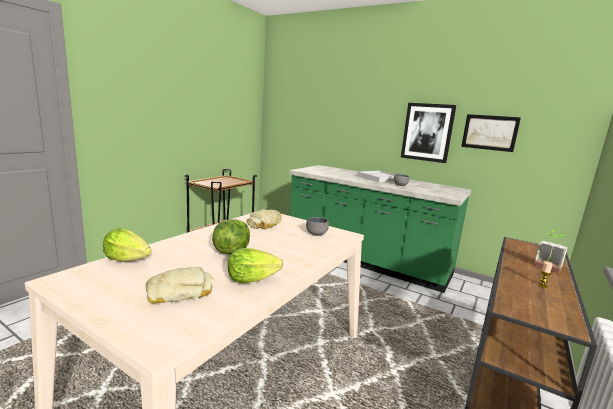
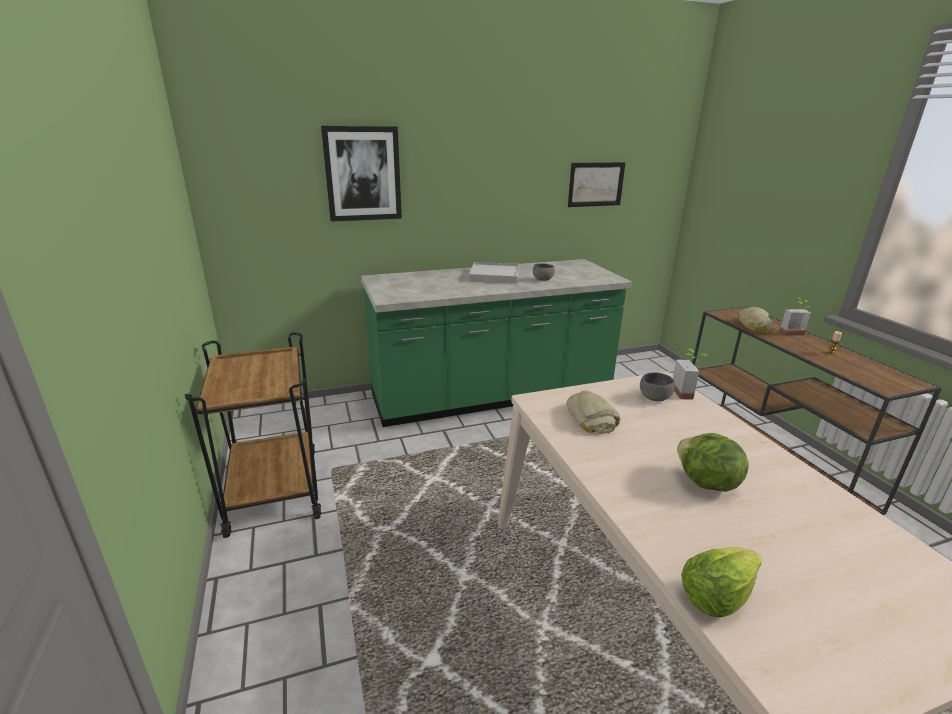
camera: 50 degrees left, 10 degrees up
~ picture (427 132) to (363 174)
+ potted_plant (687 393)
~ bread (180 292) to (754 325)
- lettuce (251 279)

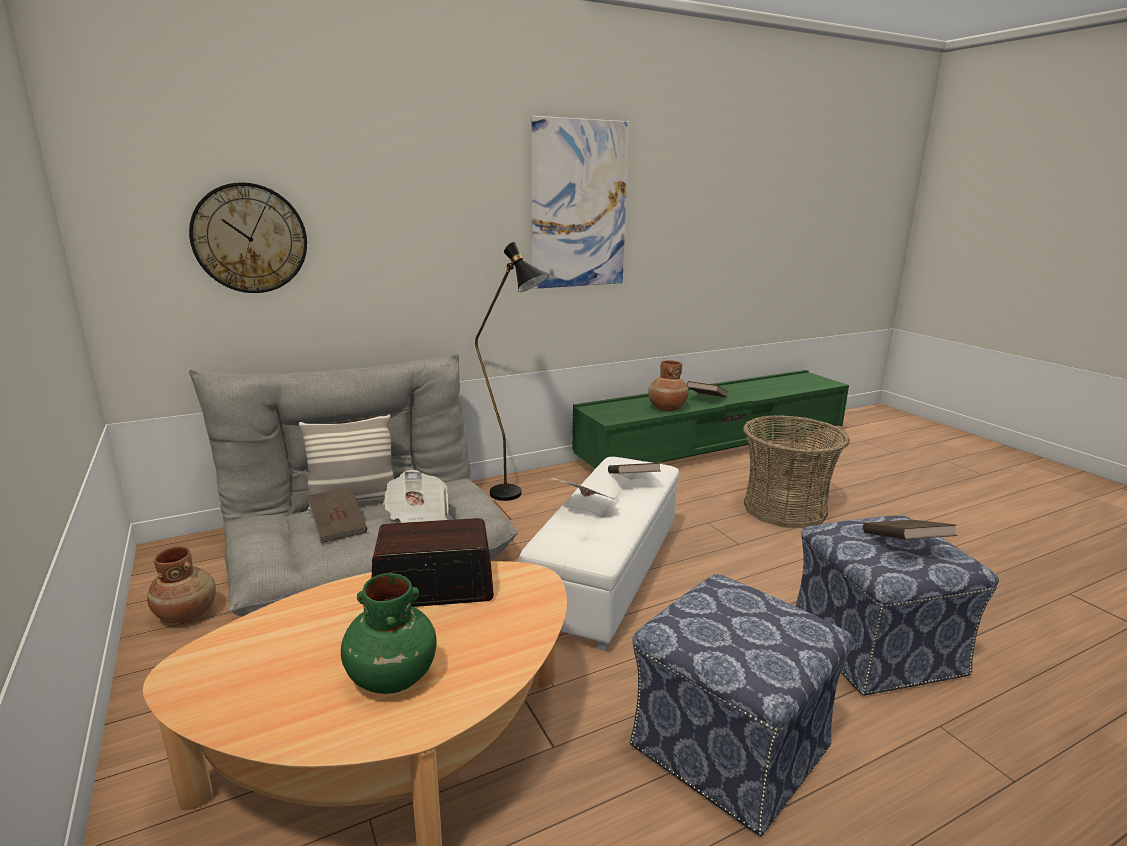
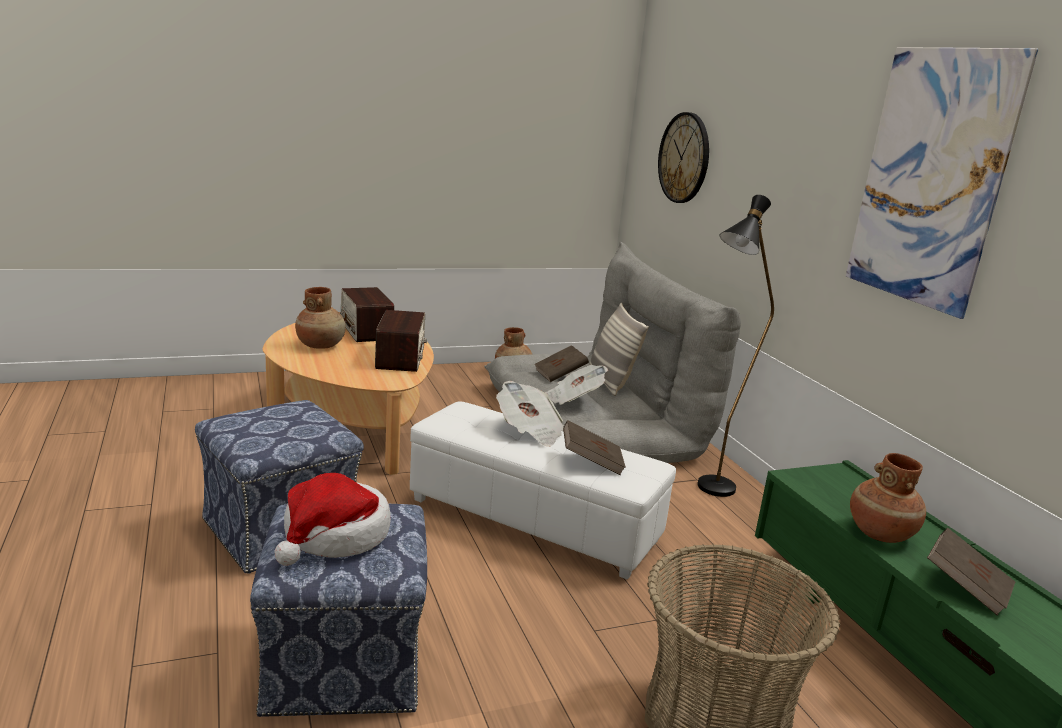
camera: 95 degrees right, 0 degrees up
~ brown_book (904 545) to hat (334 536)
~ green_vase (391 676) to brown_vase (321 345)
+ radio (366 331)

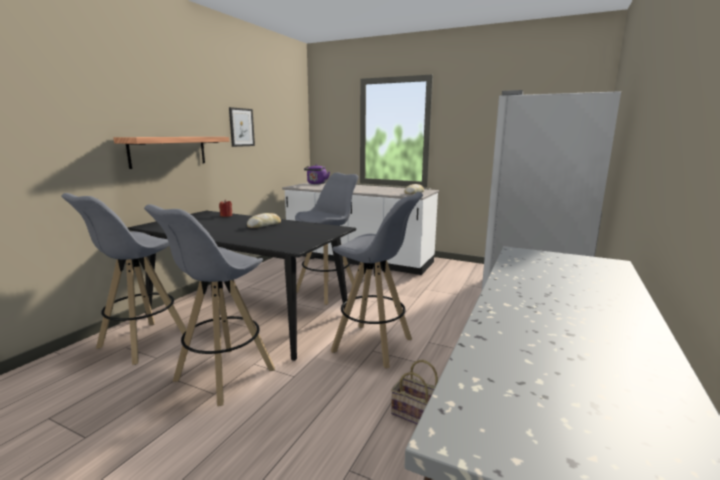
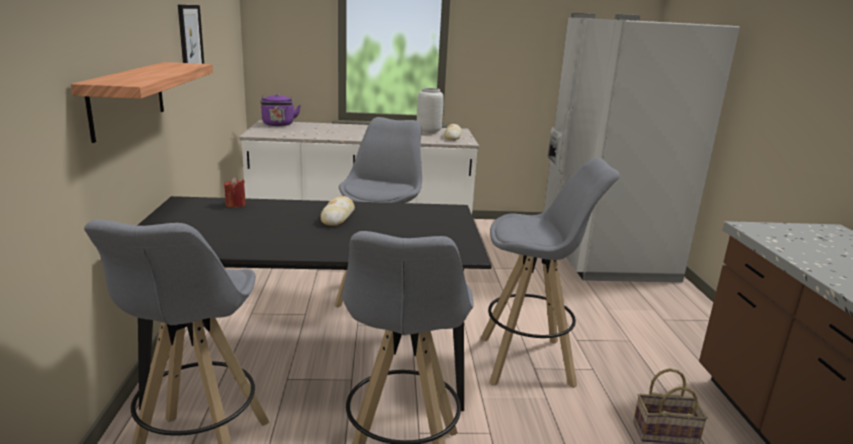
camera: 30 degrees left, 5 degrees up
+ grey_vase (428 132)

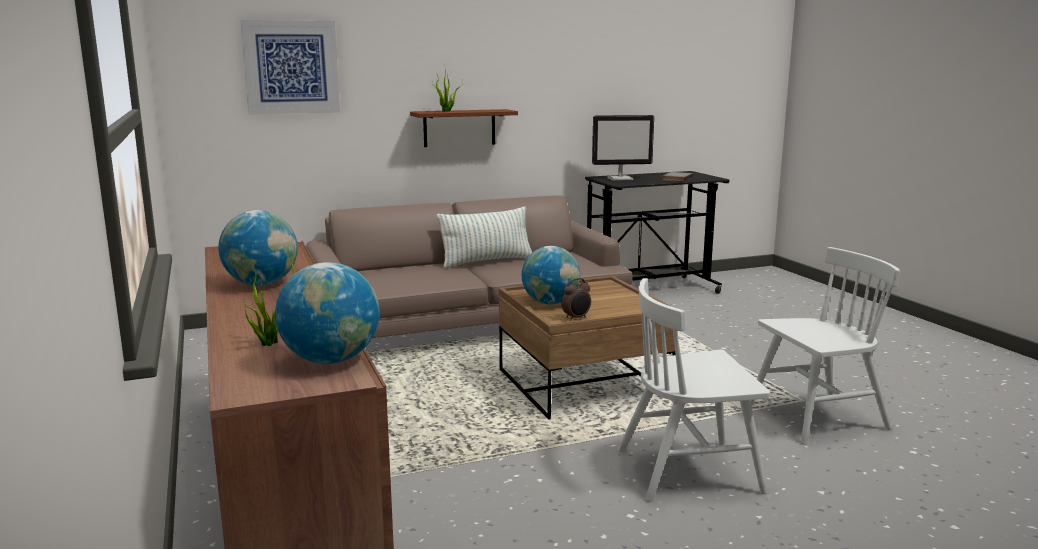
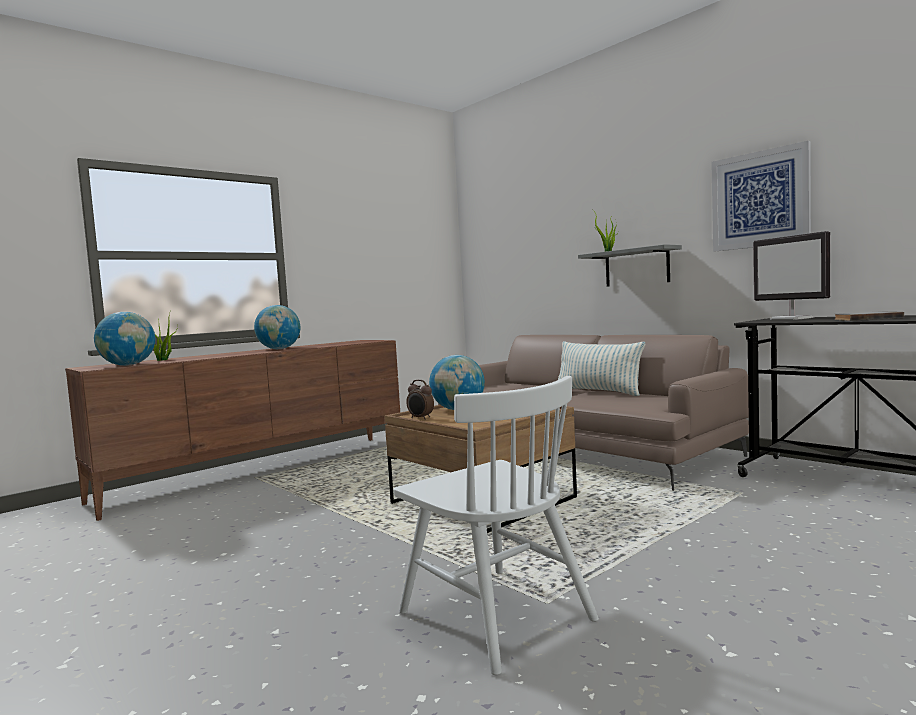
camera: 70 degrees right, 10 degrees down
~ brown_shelf (459 128) to grey_shelf (636 267)
~ picture (291 67) to (759 199)
- white_chair (689 470)

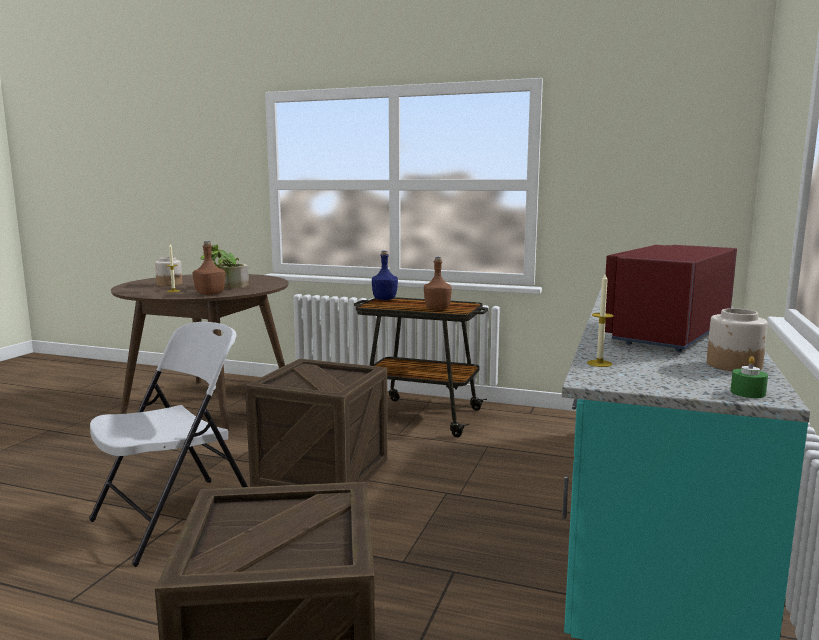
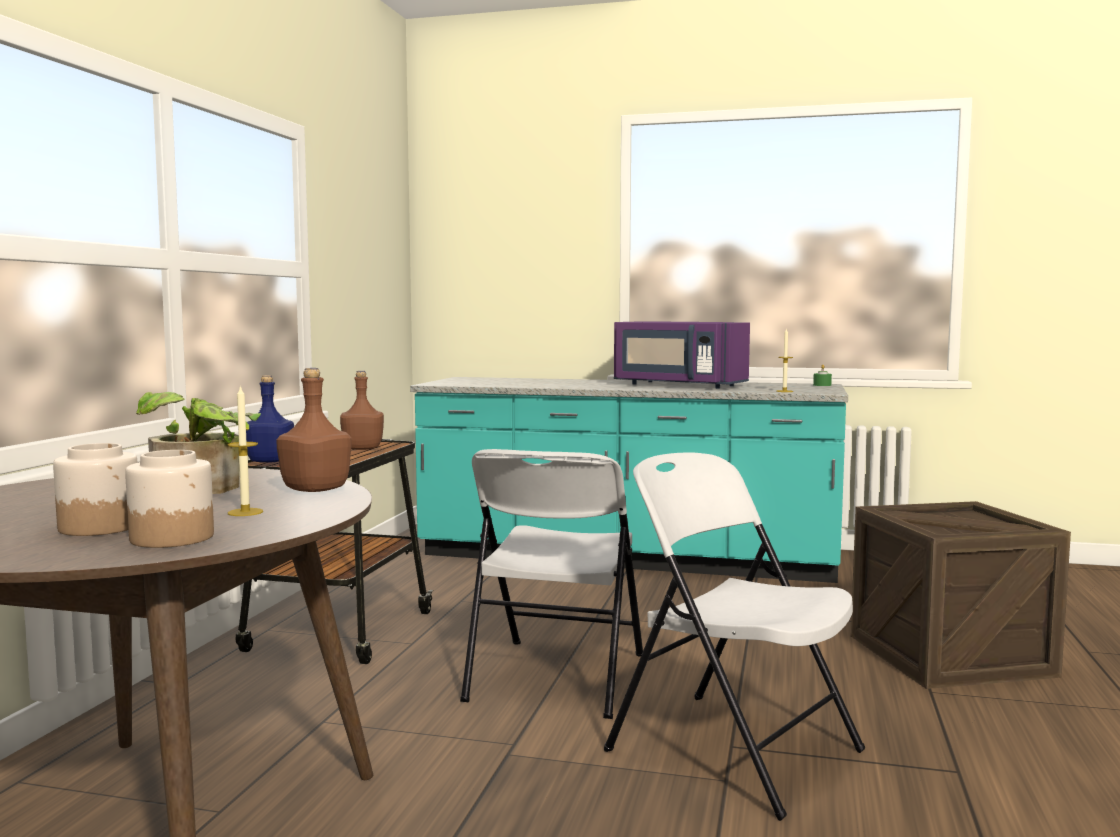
camera: 95 degrees left, 5 degrees down
~ jar (734 365) to (172 538)
~ crate (322 472) to white_chair (556 677)
~ red_microwave (666 334) to purple_microwave (678 385)

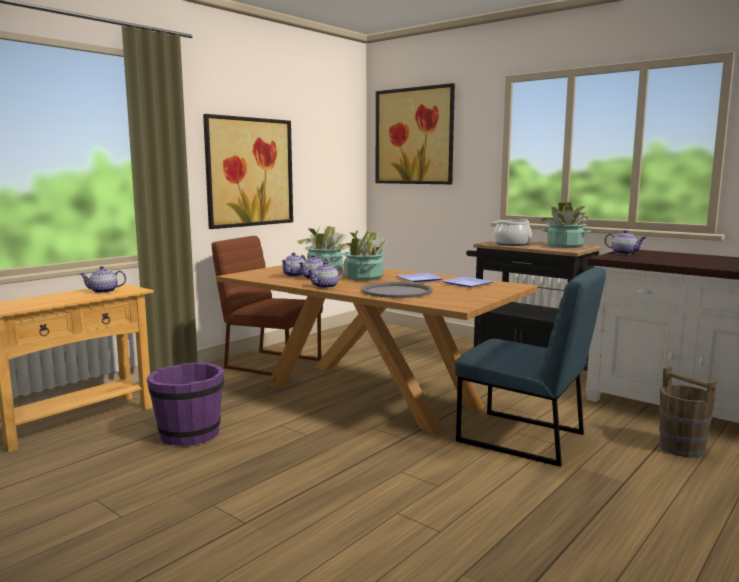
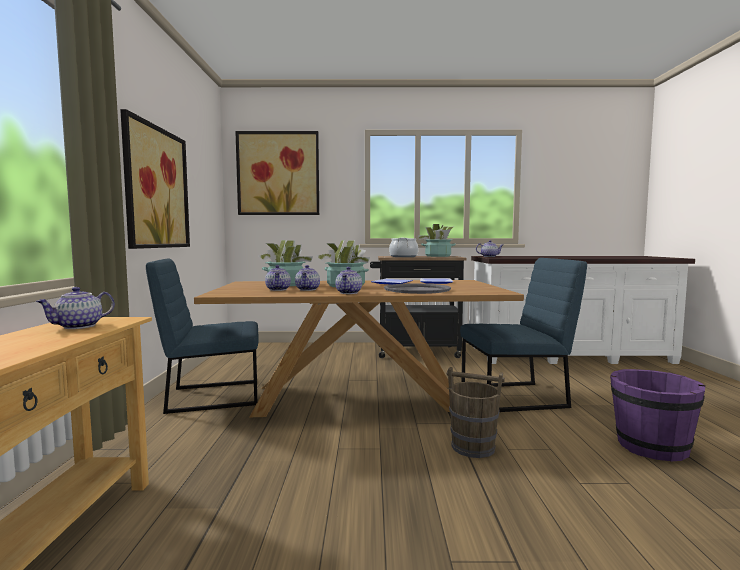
camera: 40 degrees left, 5 degrees down
~ brown_chair (271 363) to blue_chair (211 396)
~ brown_bucket (681 448) to (472 447)
~ purple_bucket (189 434) to (651 447)

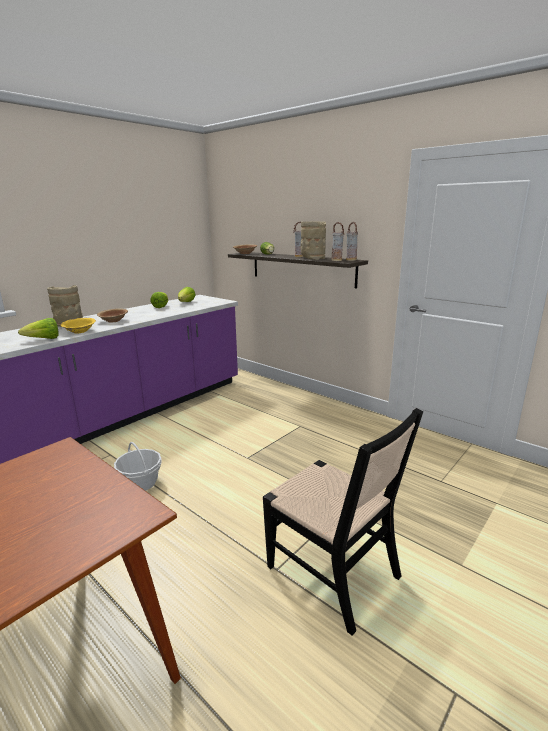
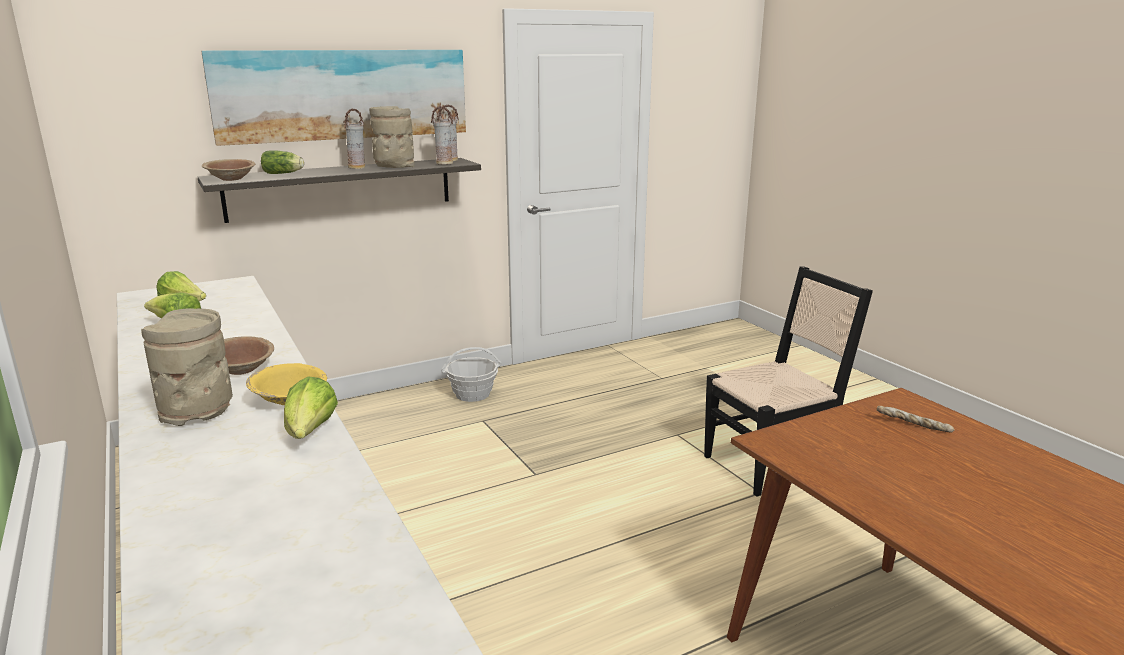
camera: 70 degrees left, 0 degrees up
+ picture (343 94)
~ basket (141 483) to (472 394)
+ bread (913 426)

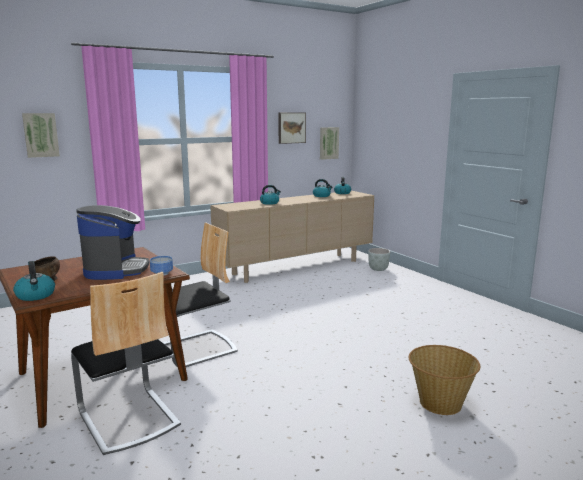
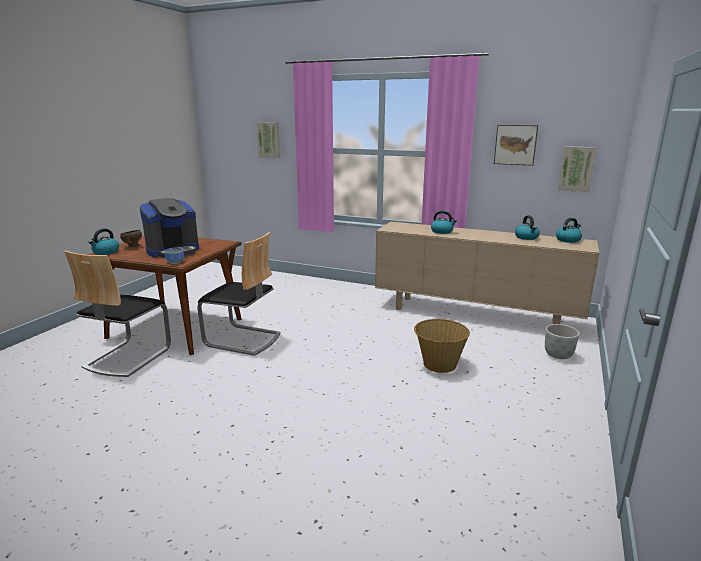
camera: 55 degrees right, 5 degrees up
~ basket (440 403) to (439 364)

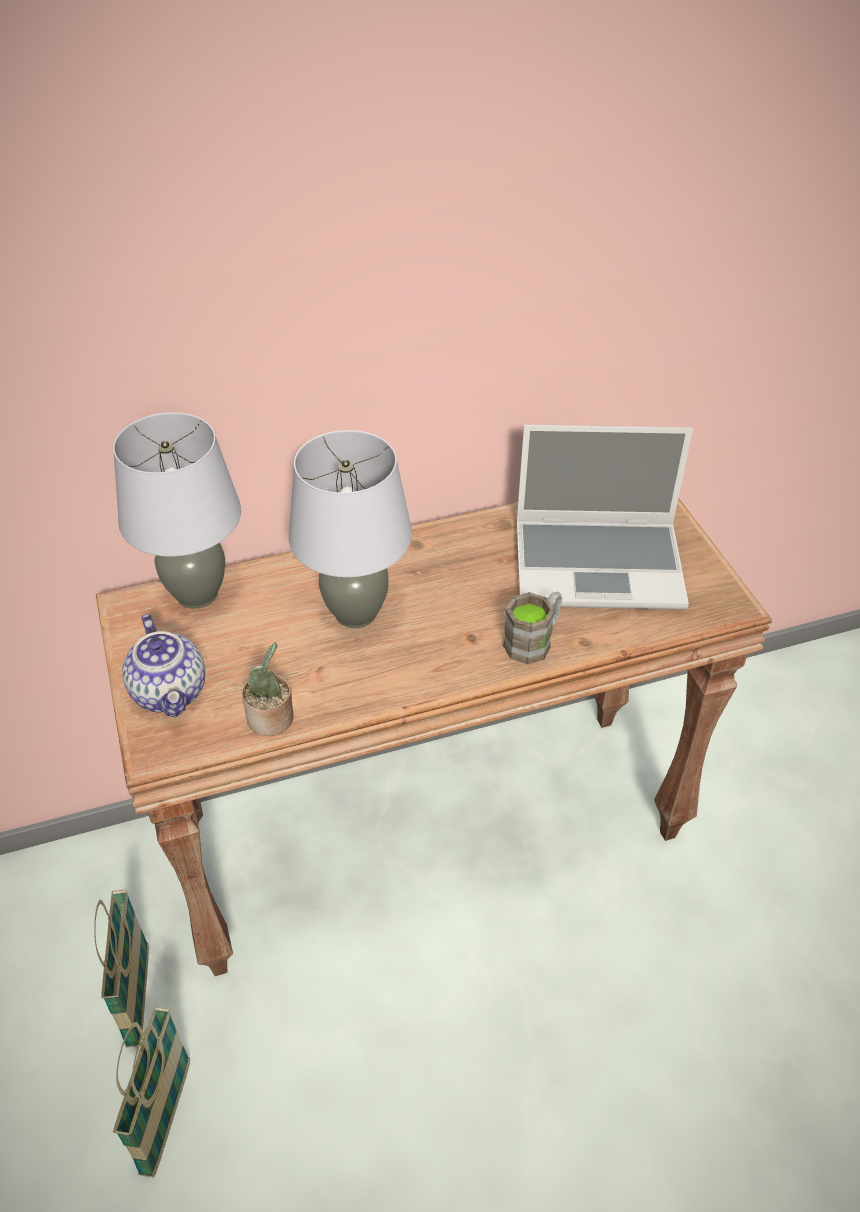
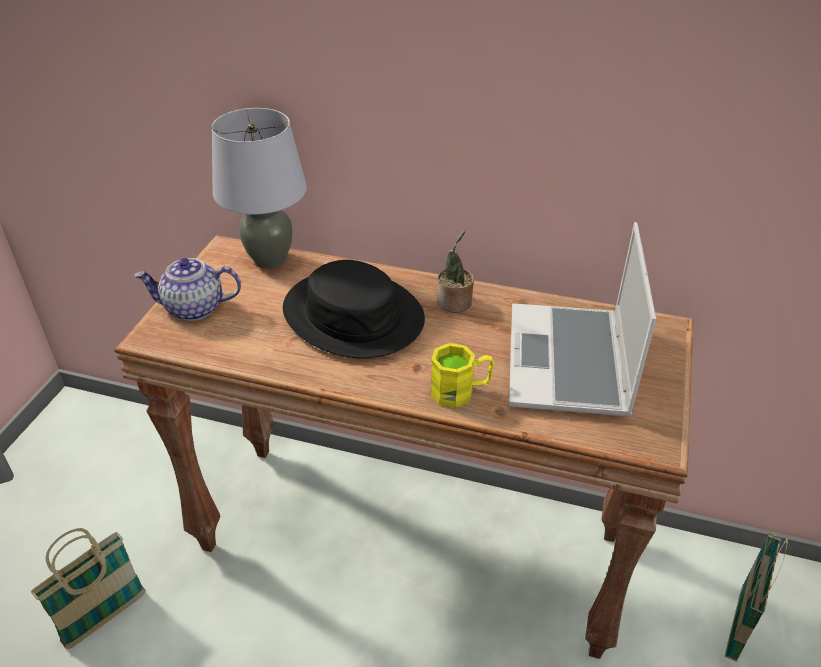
camera: 35 degrees right, 5 degrees down
~ teapot (171 692) = (193 308) 75 degrees clockwise
~ grey_table_lamp (355 614) to black_hat (353 315)
~ brown_mug (534 641) to yellow_mug (461 391)
~ potted_plant (272 720) to (454 303)
~ laptop (600 565) = (570 363) 60 degrees clockwise
~ basket (138 997) to (738 625)

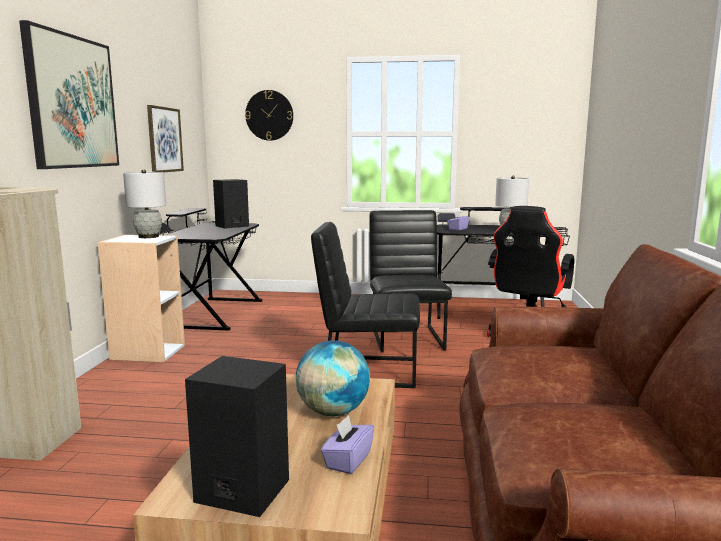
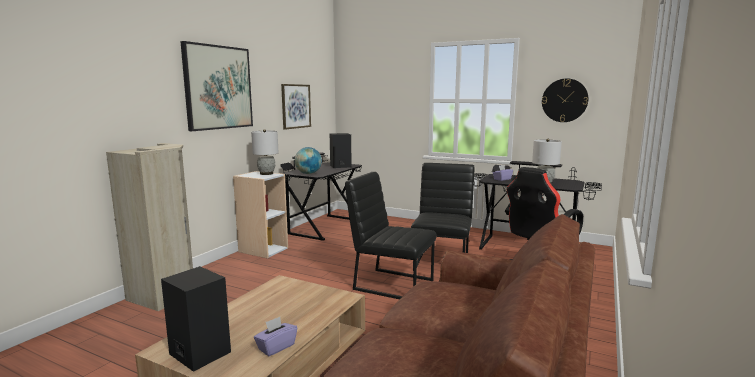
camera: 20 degrees right, 0 degrees up
~ globe (333 412) to (308 173)
~ wall_clock (269 115) to (564 100)

